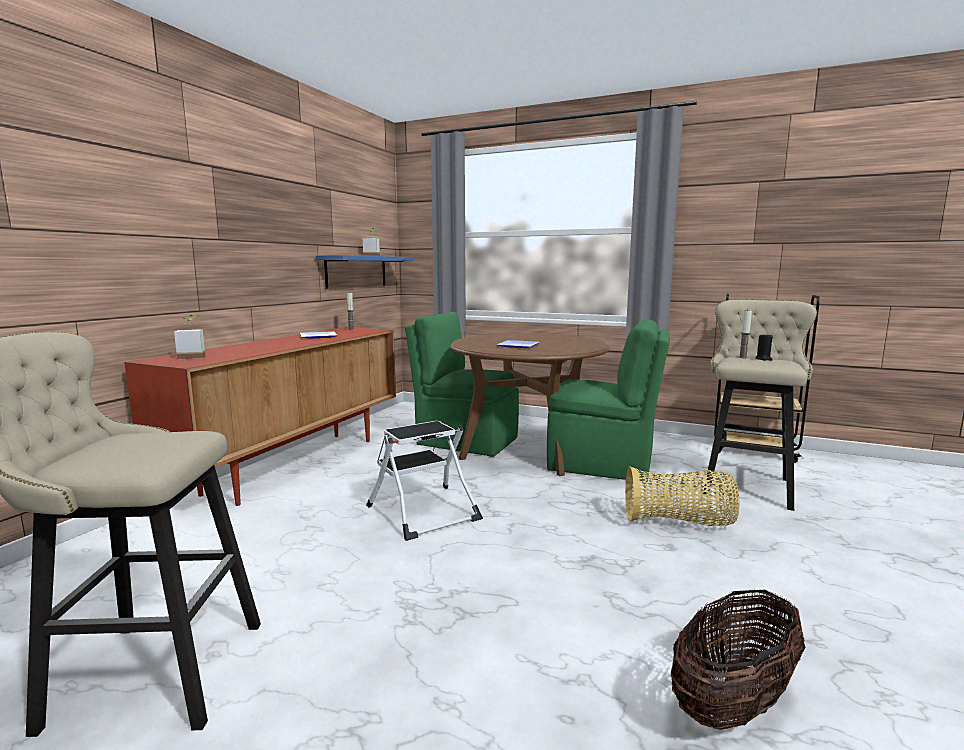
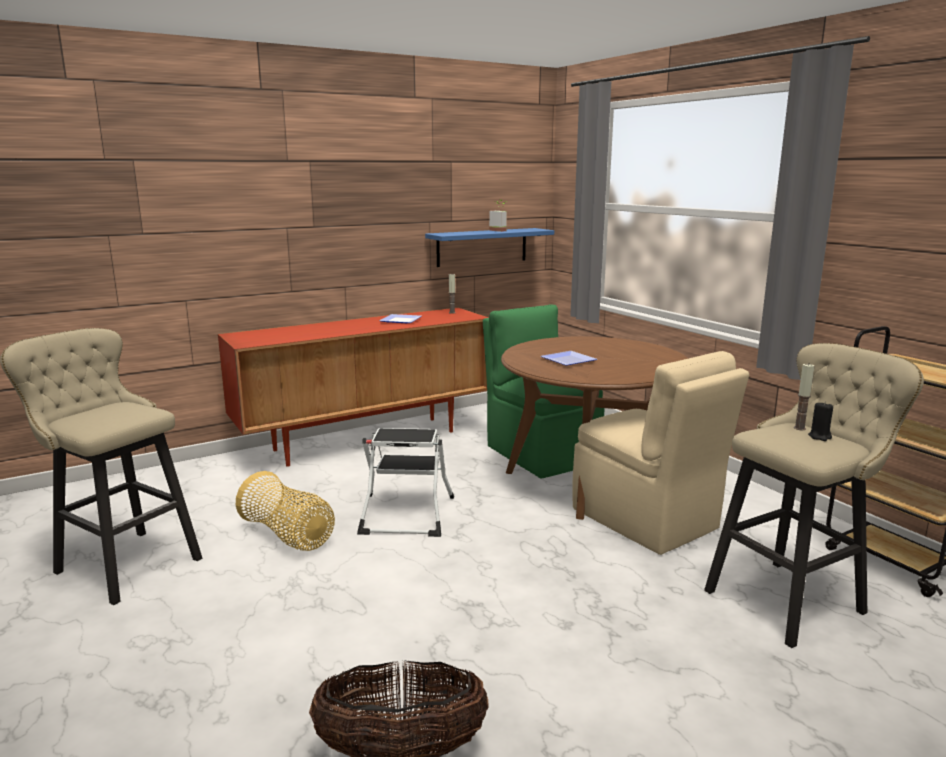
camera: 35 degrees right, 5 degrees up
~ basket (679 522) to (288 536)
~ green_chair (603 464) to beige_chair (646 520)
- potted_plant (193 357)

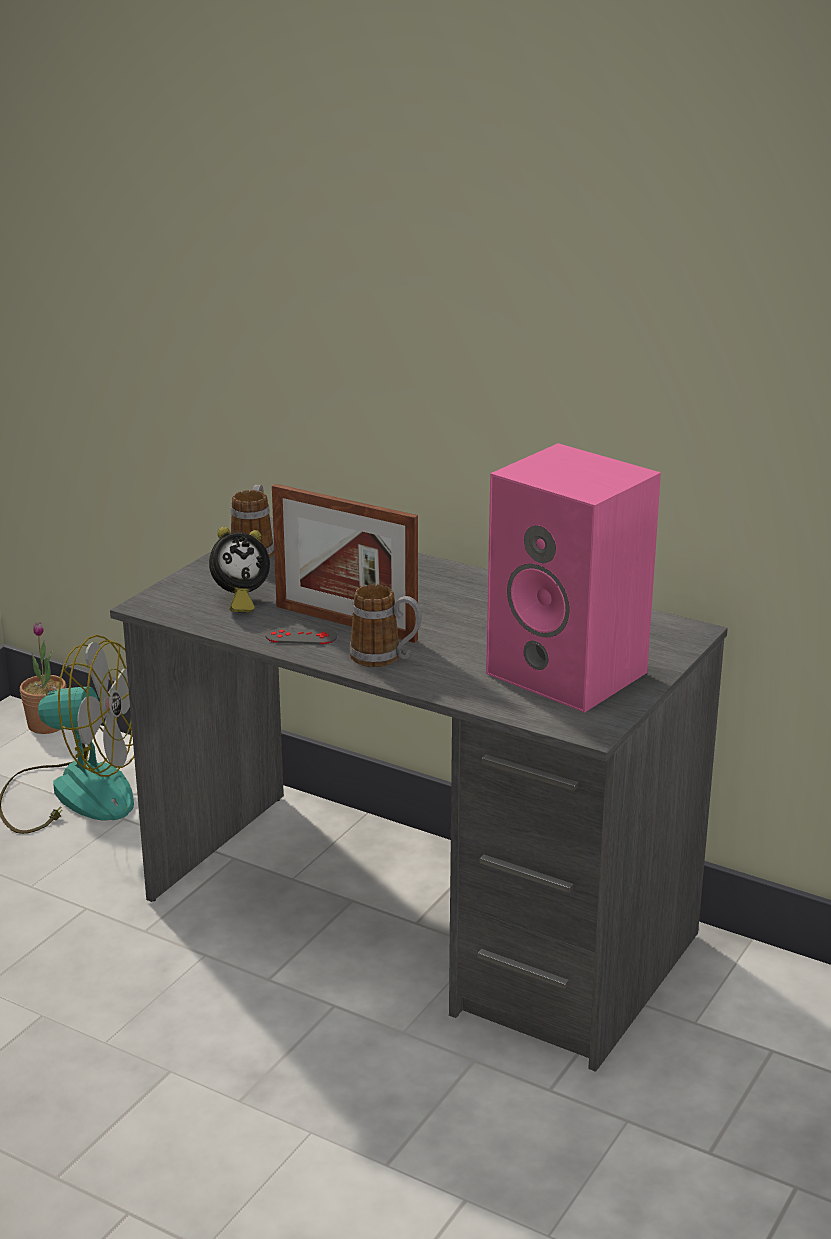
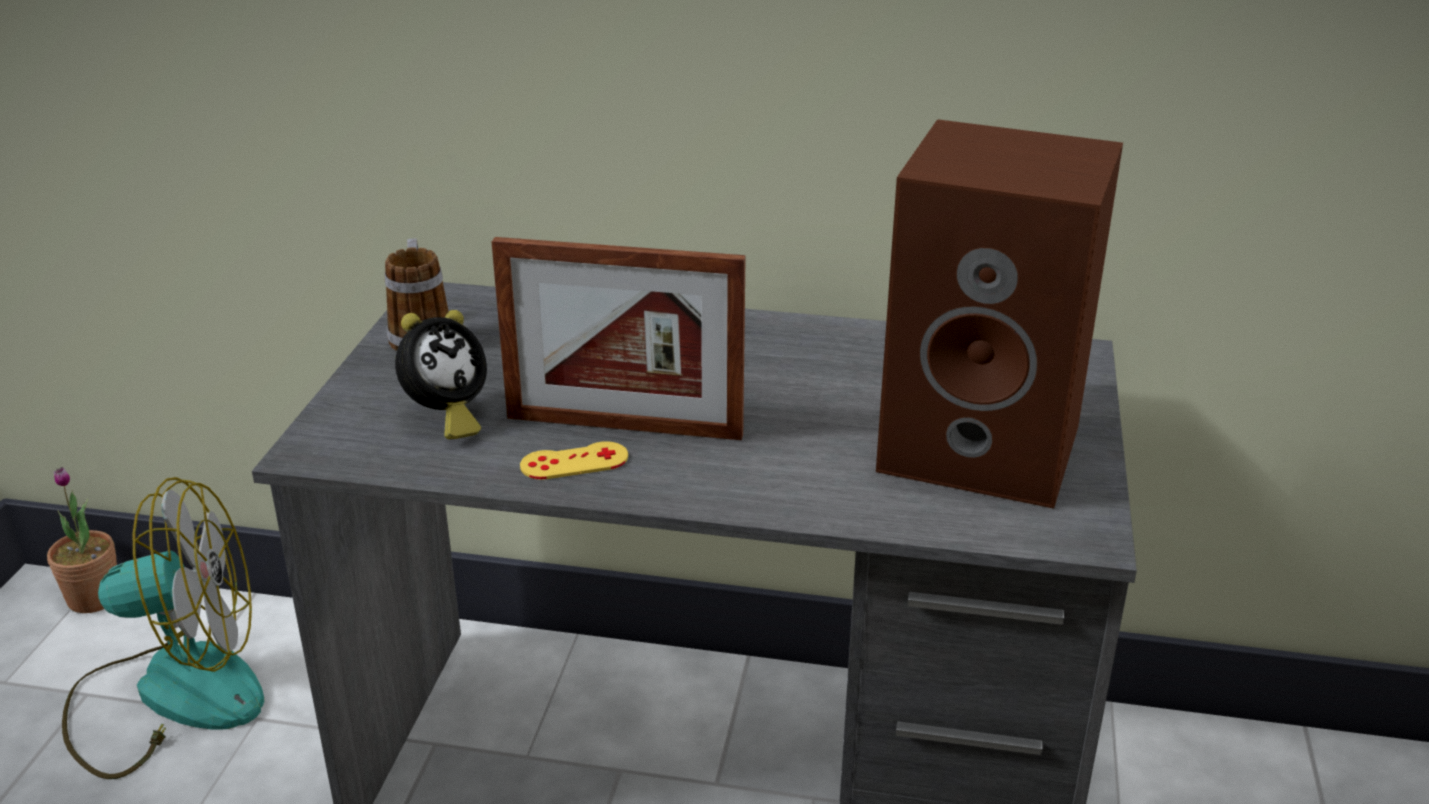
camera: 20 degrees left, 5 degrees up
~ grey_game_controller (301 636) to yellow_game_controller (574 461)
~ pink_speaker (571 673) to brown_speaker (985 447)
- mug (385 658)

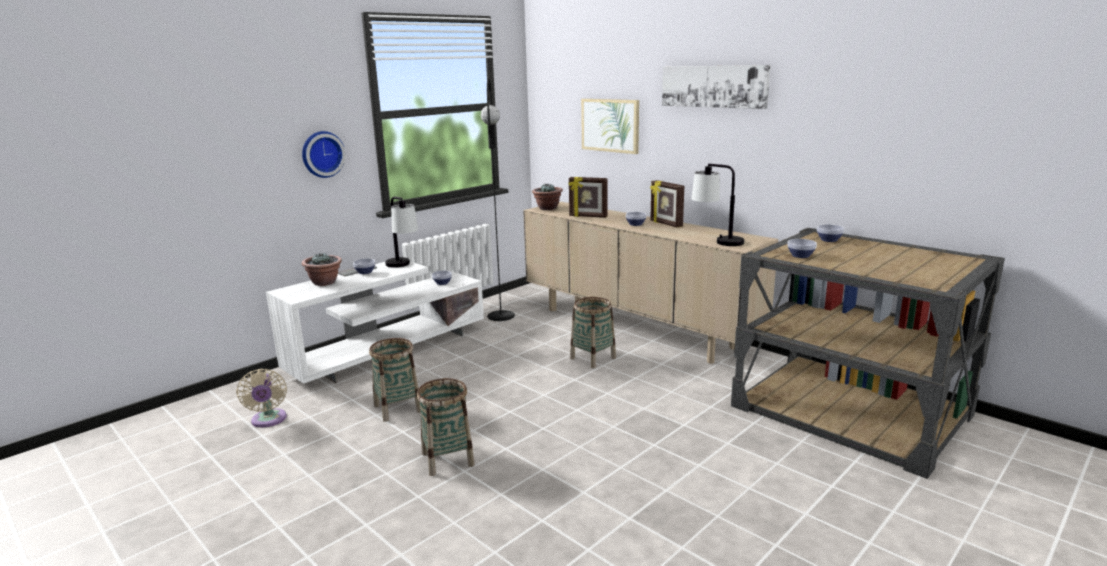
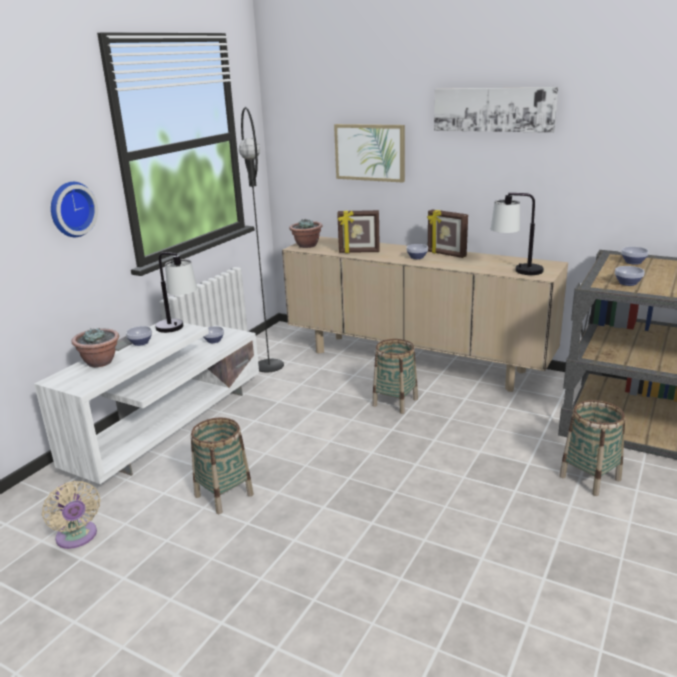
camera: 15 degrees left, 5 degrees up
~ basket (448 459) to (590 478)

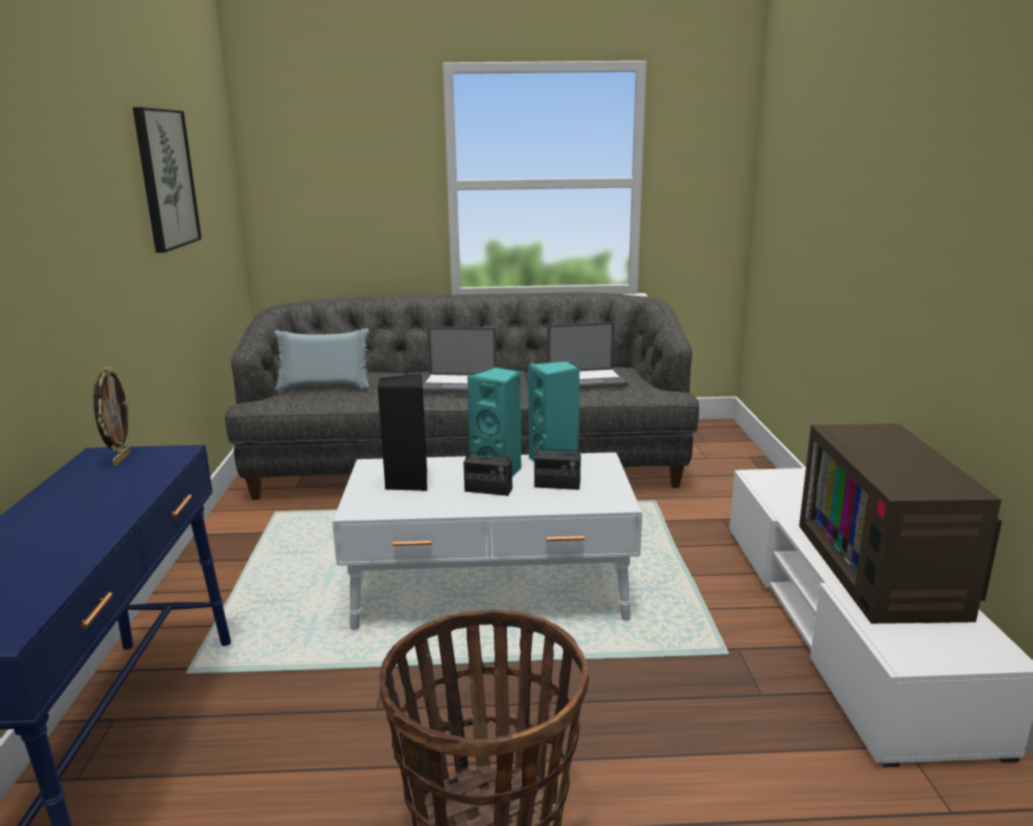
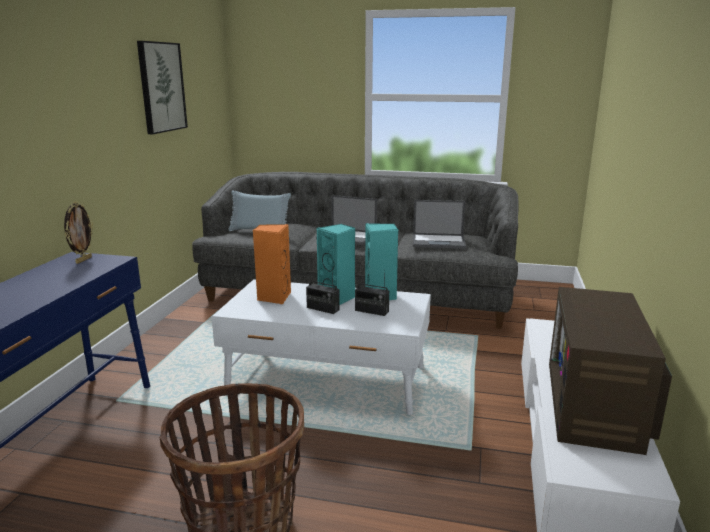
camera: 15 degrees right, 0 degrees up
~ black_speaker (407 482) to orange_speaker (274 297)

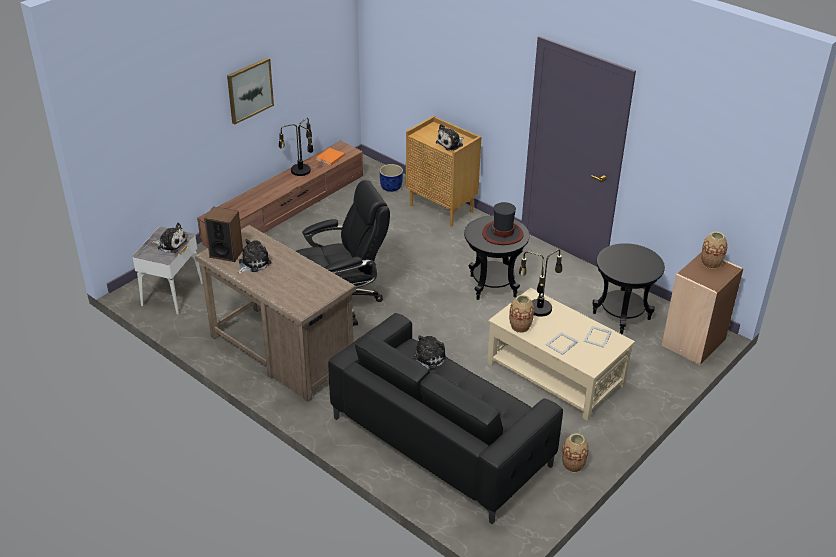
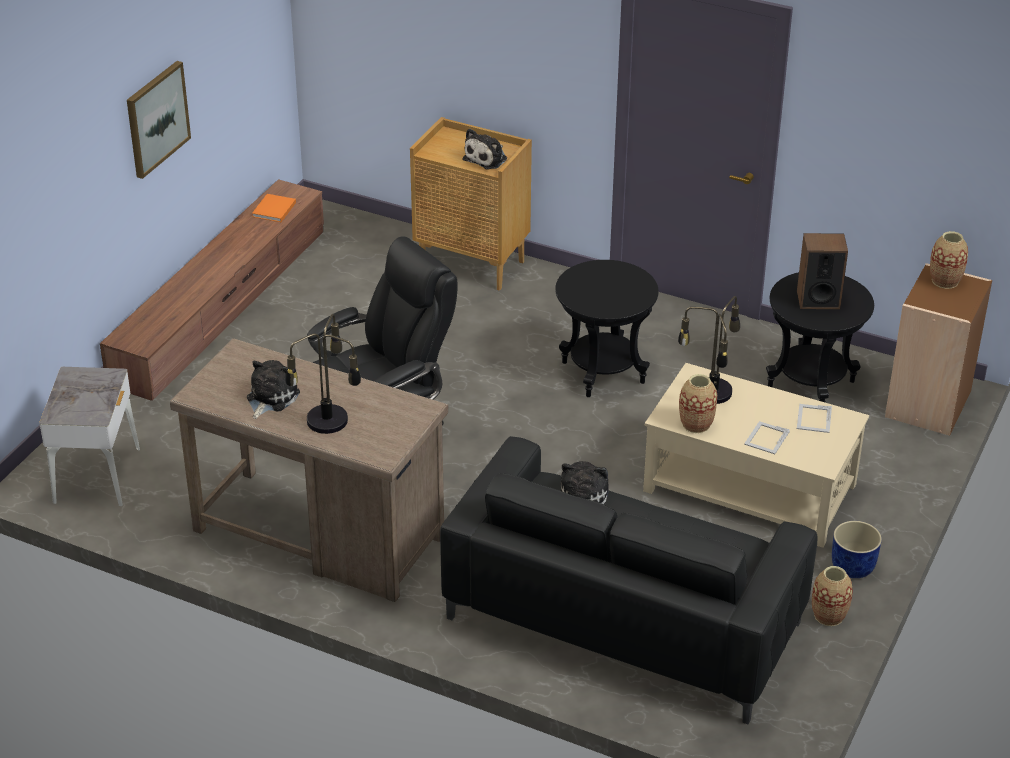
camera: 15 degrees left, 0 degrees up
~ table_lamp (301 171) to (327 421)
~ speaker (226 253) to (818 299)
~ blue_planter (391 187) to (853 566)
- plush_toy (170 244)
- hat (503 234)

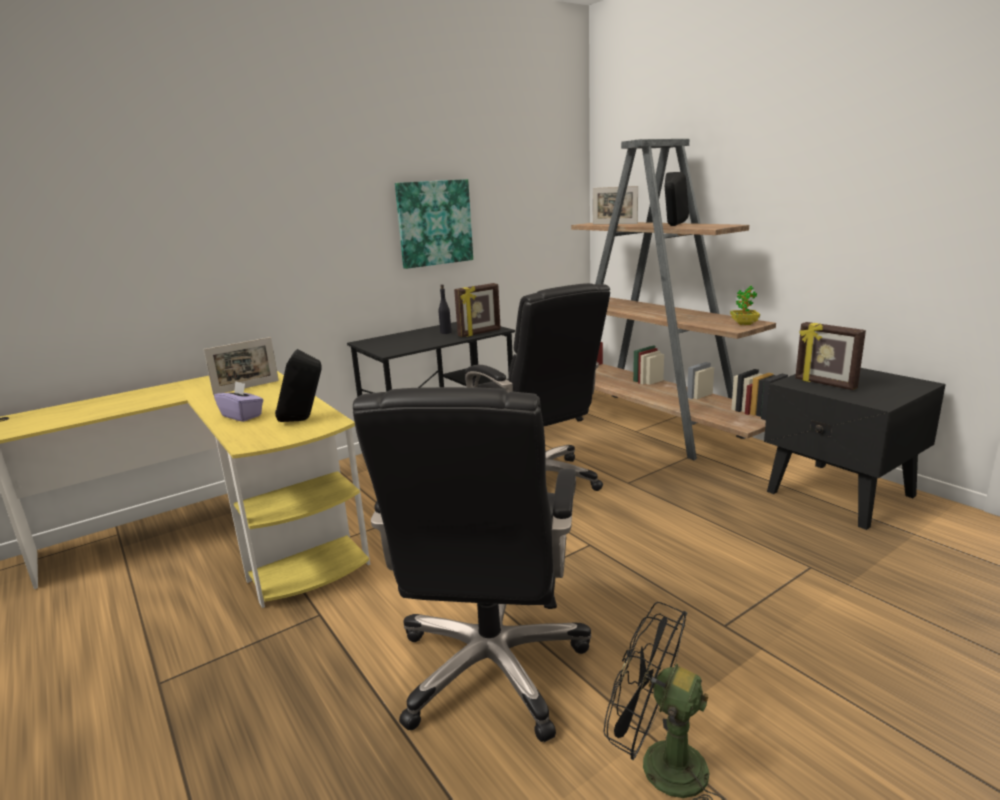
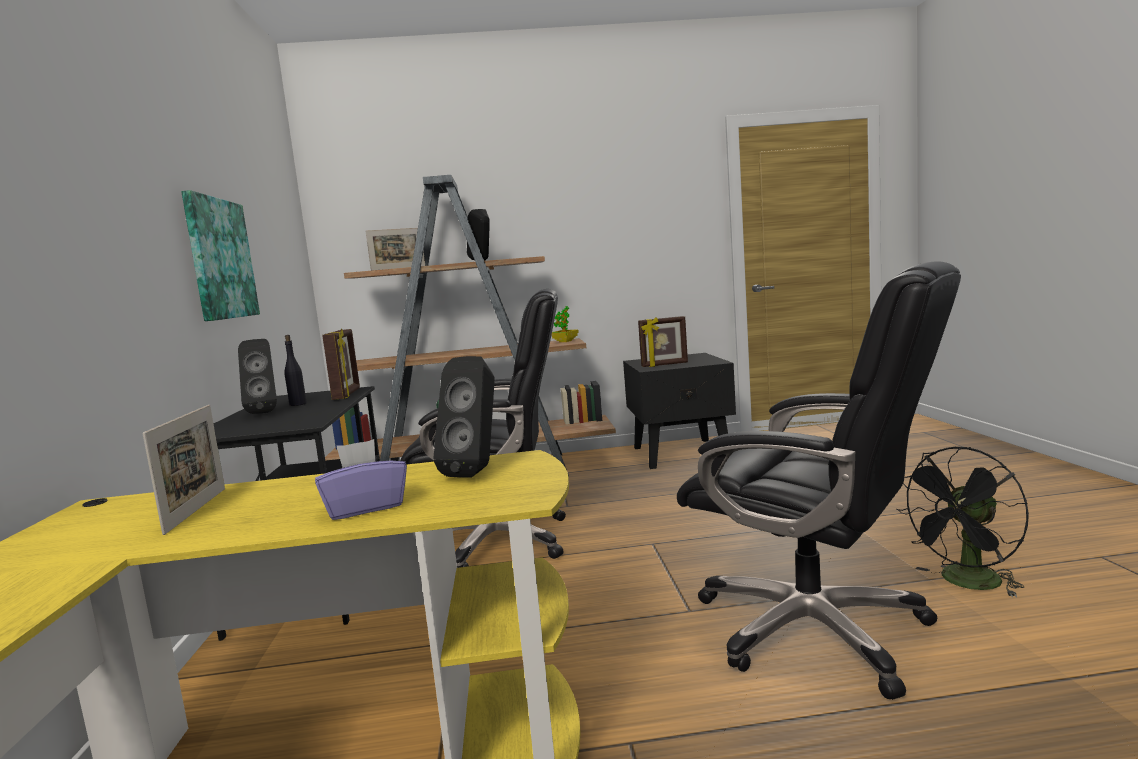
camera: 60 degrees left, 10 degrees down
+ black_speaker (265 412)

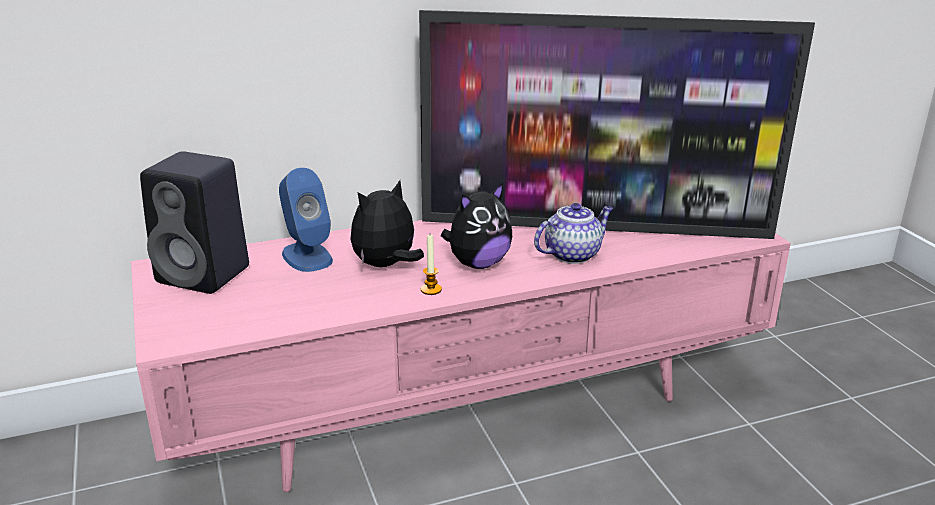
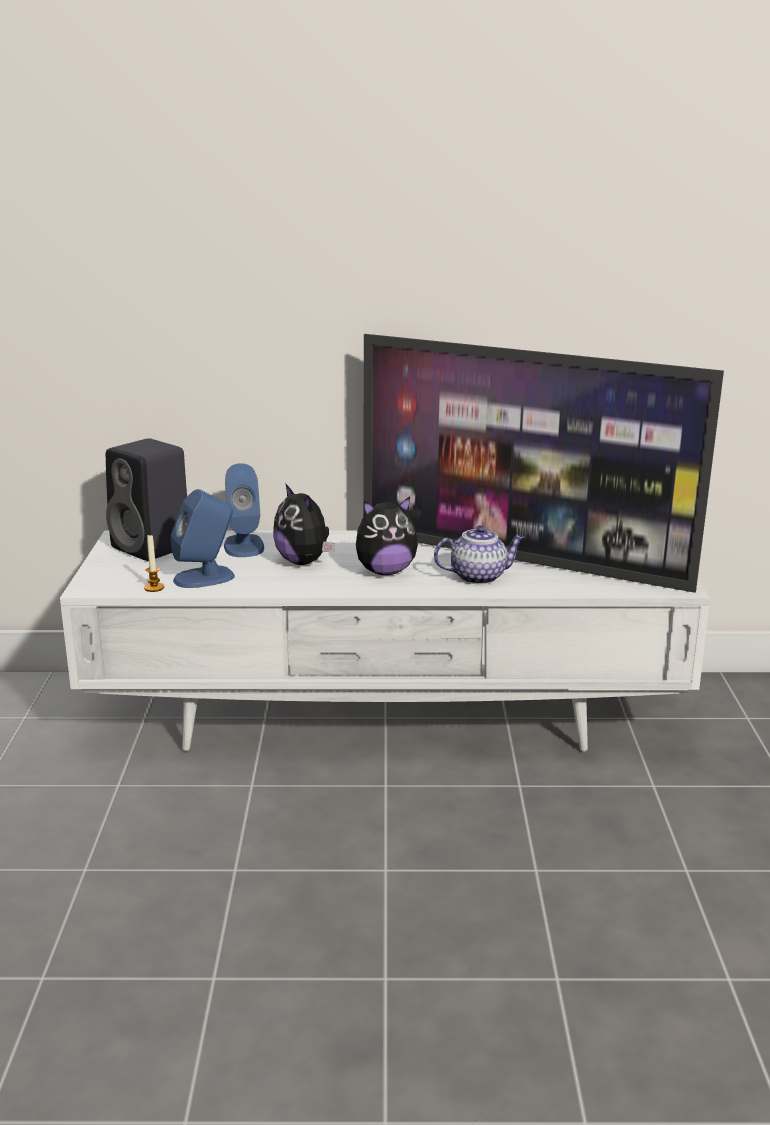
camera: 20 degrees right, 5 degrees down
~ pink_tv_stand (466 401) to white_tv_stand (385 715)
~ candle (431 289) to (154 588)
+ blue_speaker (205 577)
~ plush_toy (386 265) = (304 562) 105 degrees counterclockwise

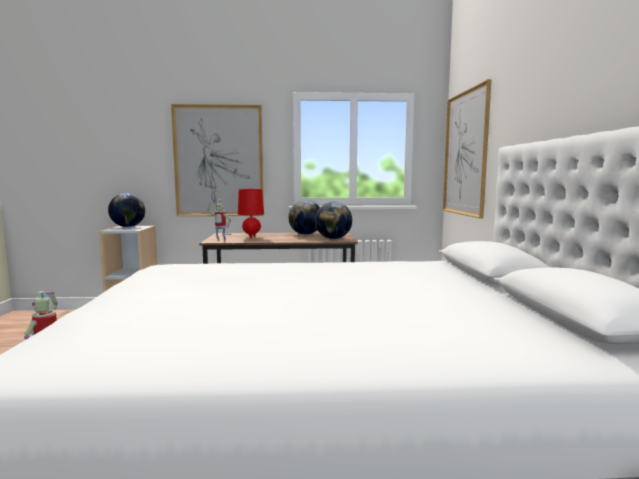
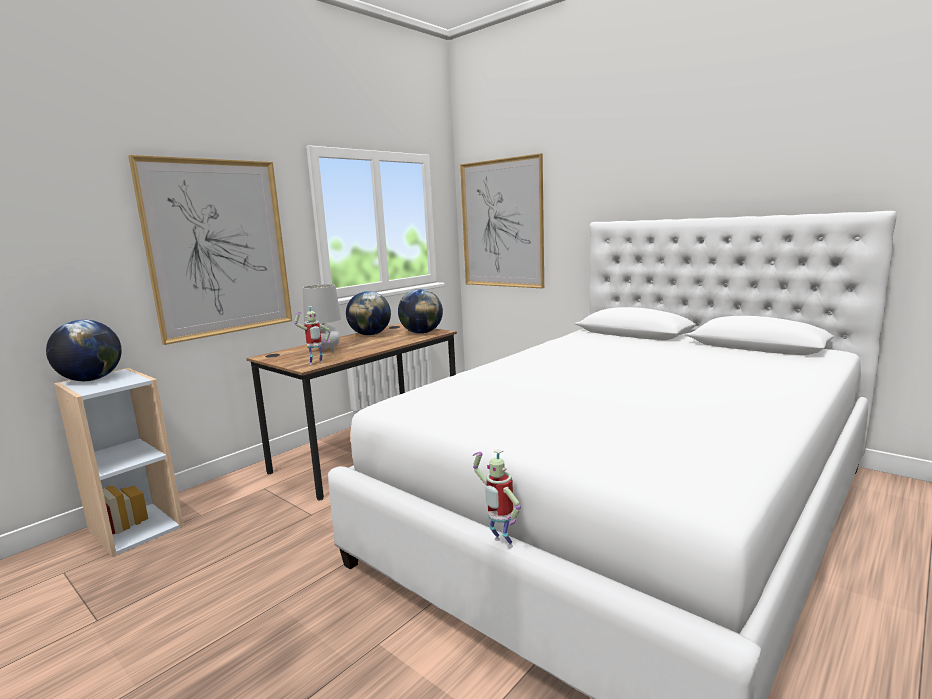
camera: 45 degrees left, 5 degrees up
~ red_table_lamp (251 237) to grey_table_lamp (326 351)

